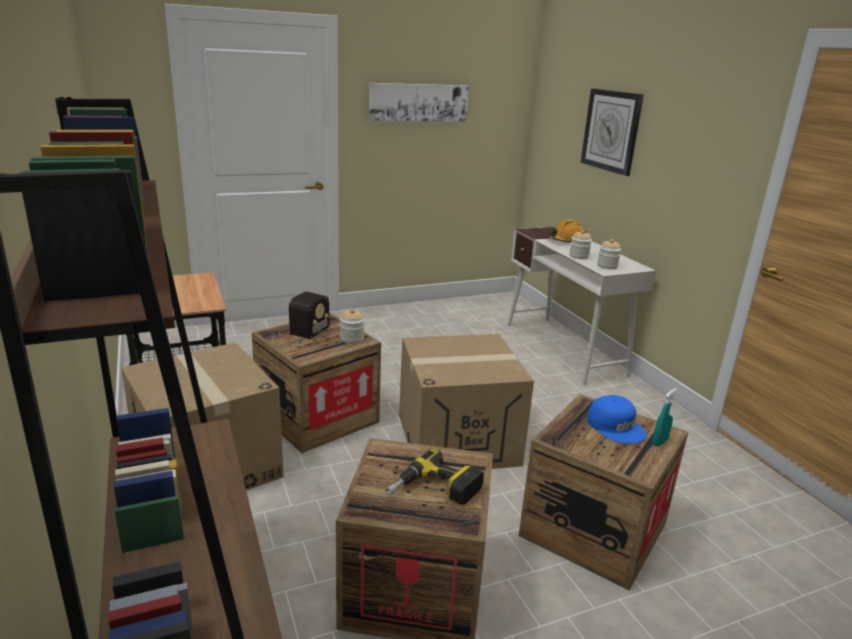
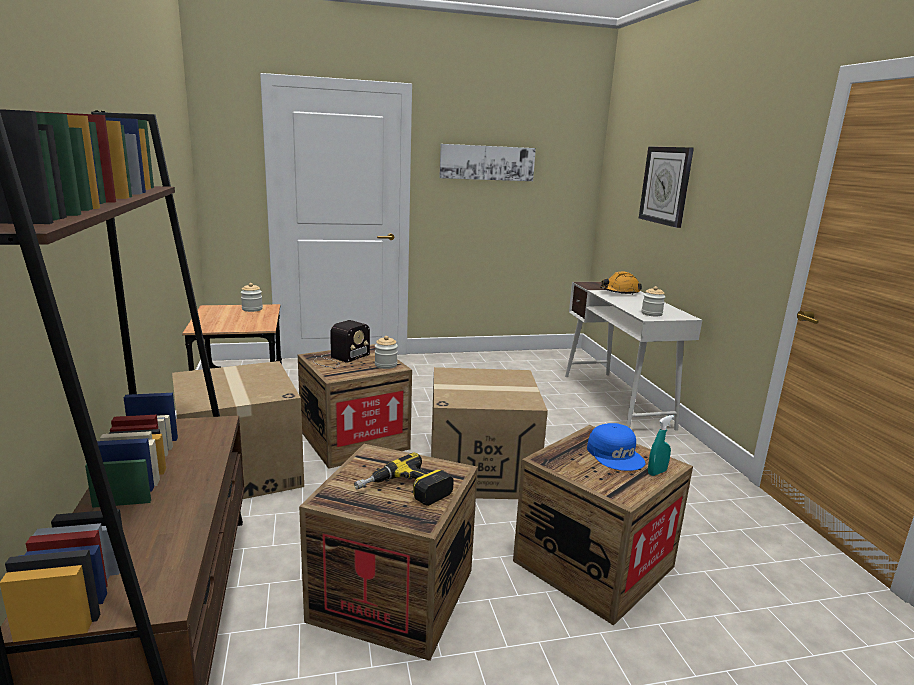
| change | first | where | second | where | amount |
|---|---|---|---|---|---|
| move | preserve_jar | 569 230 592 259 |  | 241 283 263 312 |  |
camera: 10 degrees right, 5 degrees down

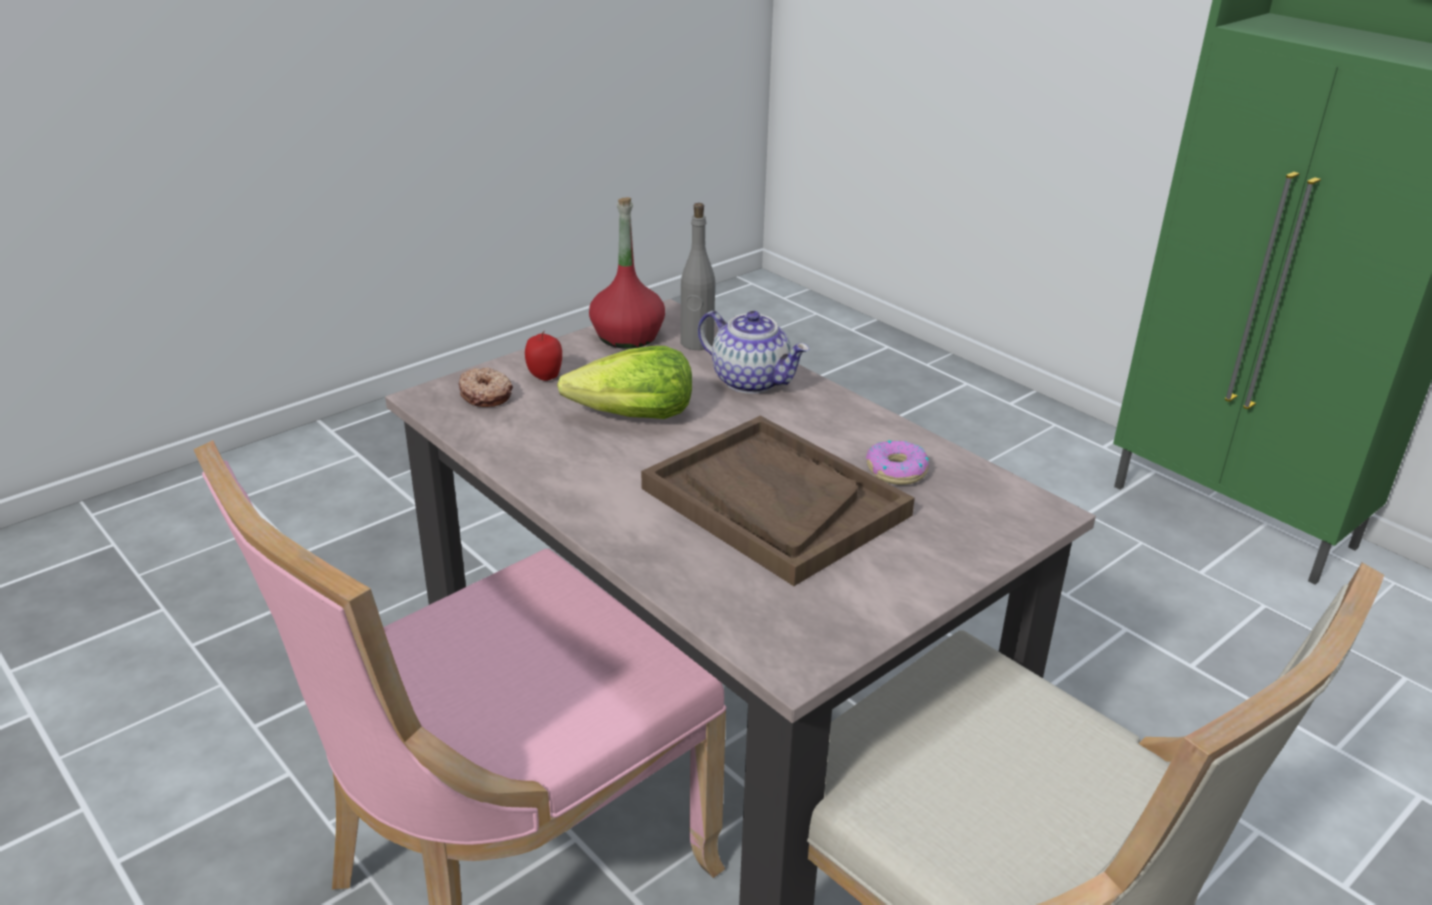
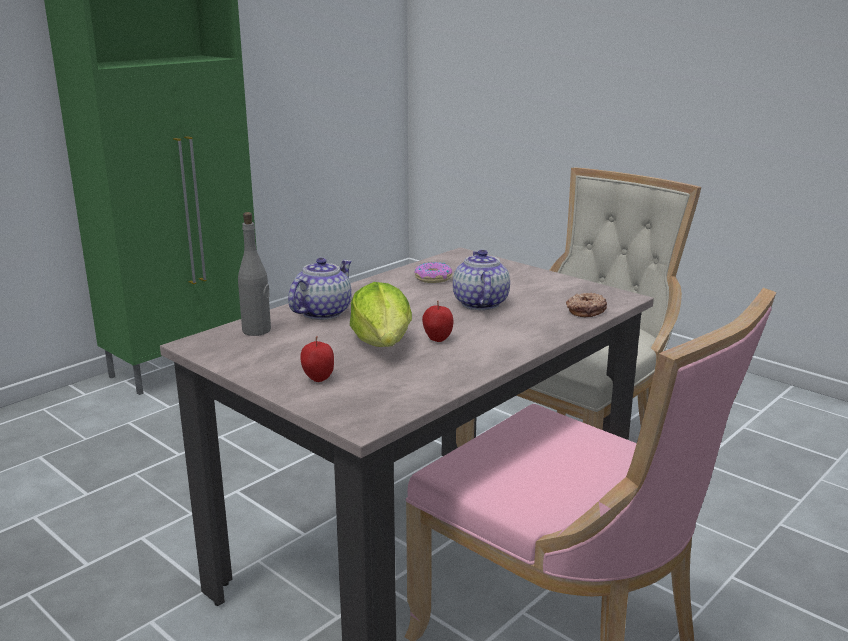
| change | first | where | second | where | amount |
|---|---|---|---|---|---|
| insert |  |  | whole_apple | 422 301 453 342 |  |
| replace | brown-coloured_tray | 641 415 915 586 | tea_pot | 453 250 510 310 |  |
| move | ring_doughnut | 459 367 513 407 |  | 566 293 607 317 |  |
| delete | red-coloured_beverage_bottle | 589 197 665 349 |  |  |  |
camera: 95 degrees left, 10 degrees down

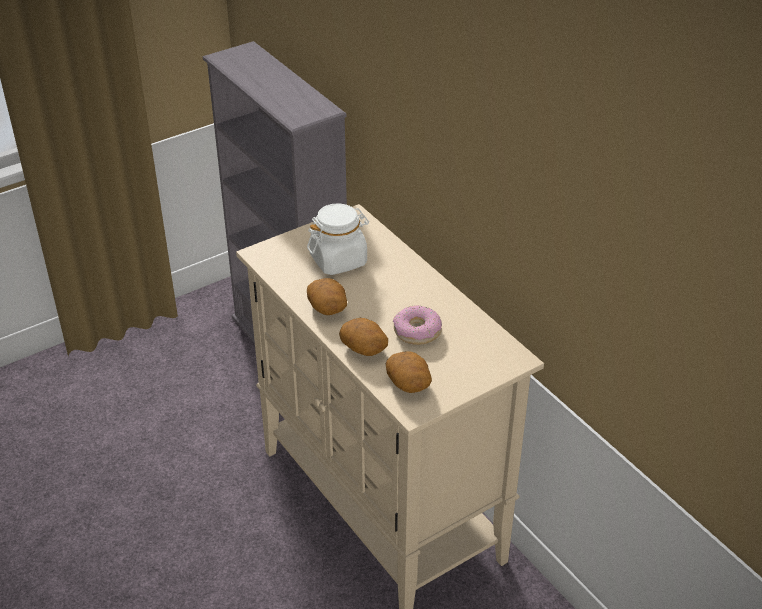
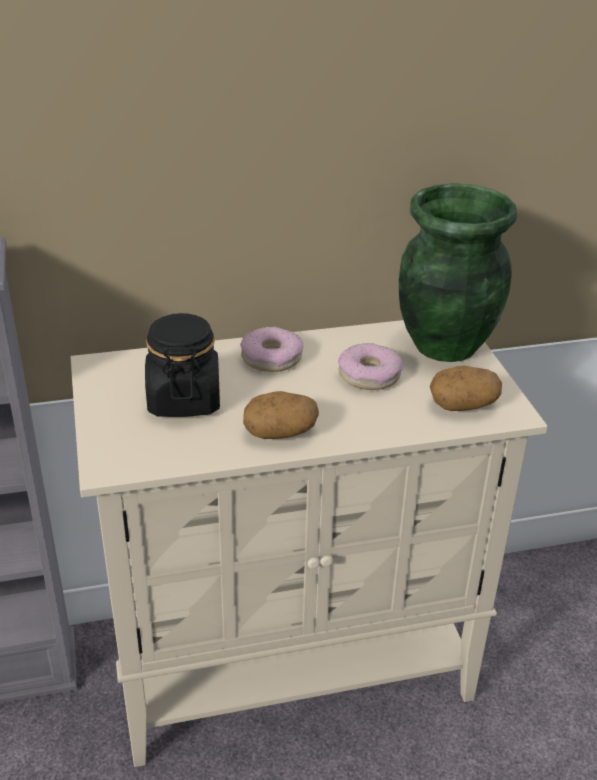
| change | first | where | second | where | amount |
|---|---|---|---|---|---|
| recolor | whitish_preserve_jar | 307 204 369 275 | black_preserve_jar | 145 313 220 417 |  |
| insert |  |  | ring_doughnut | 240 327 303 372 |  |
| insert |  |  | green-coloured_decorative_vase | 399 183 517 362 |  |
| delete | potato | 339 318 388 356 |  |  |  |
camera: 70 degrees left, 5 degrees down

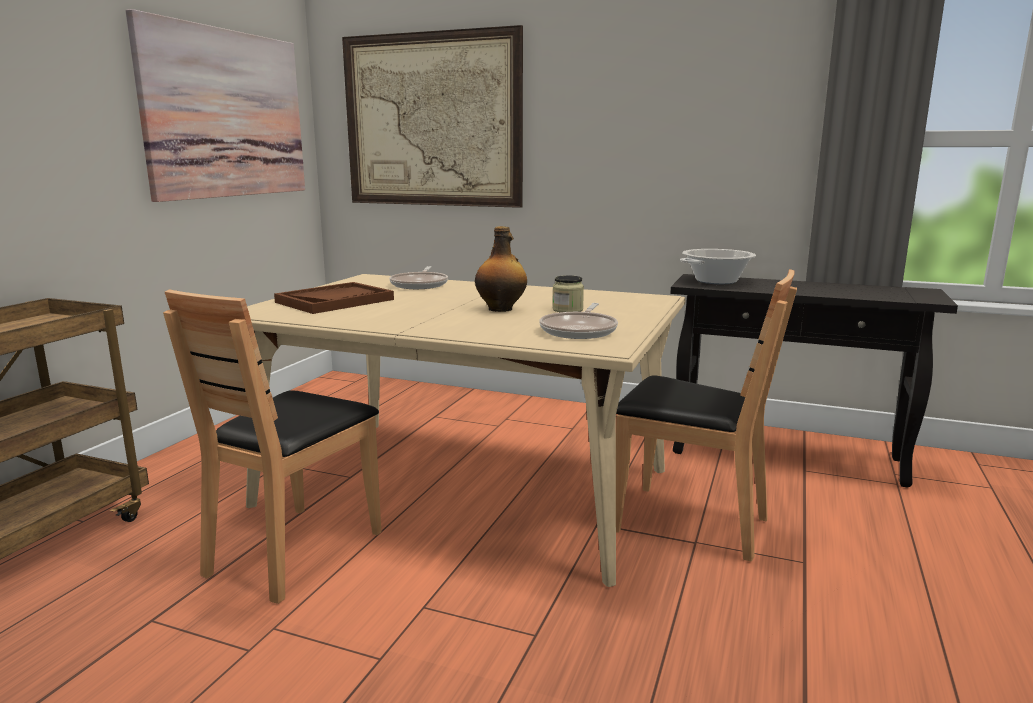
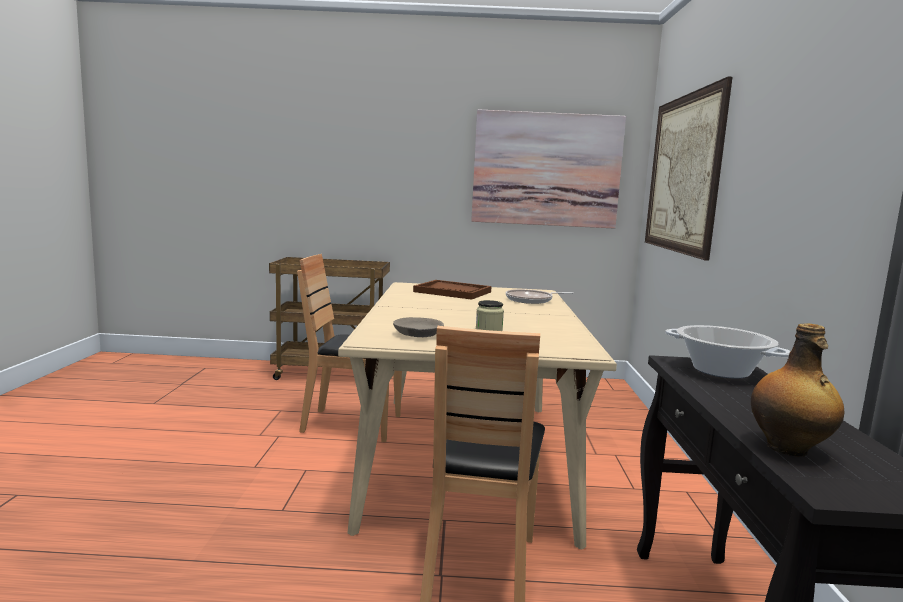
| change | first | where | second | where | amount |
|---|---|---|---|---|---|
| replace | skillet | 539 303 618 339 | greyish_deep_dish | 393 317 444 337 |  |
| move | beverage_bottle | 475 226 527 312 |  | 751 323 844 457 |  |
camera: 70 degrees right, 5 degrees down

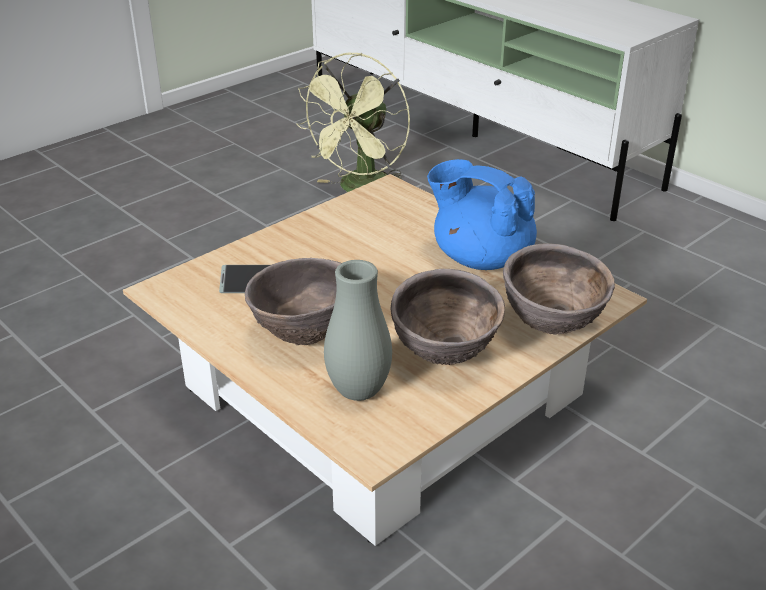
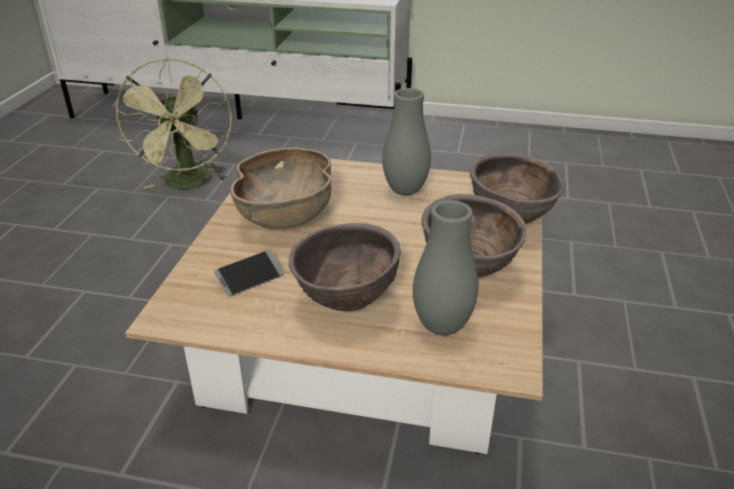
| change | first | where | second | where | amount |
|---|---|---|---|---|---|
| insert |  |  | brown-coloured_deep_dish | 231 148 332 229 |  |
| replace | bluish_tea_pot | 427 159 537 270 | greyish_decorative_vase | 382 88 431 195 |  |
camera: 35 degrees left, 0 degrees up

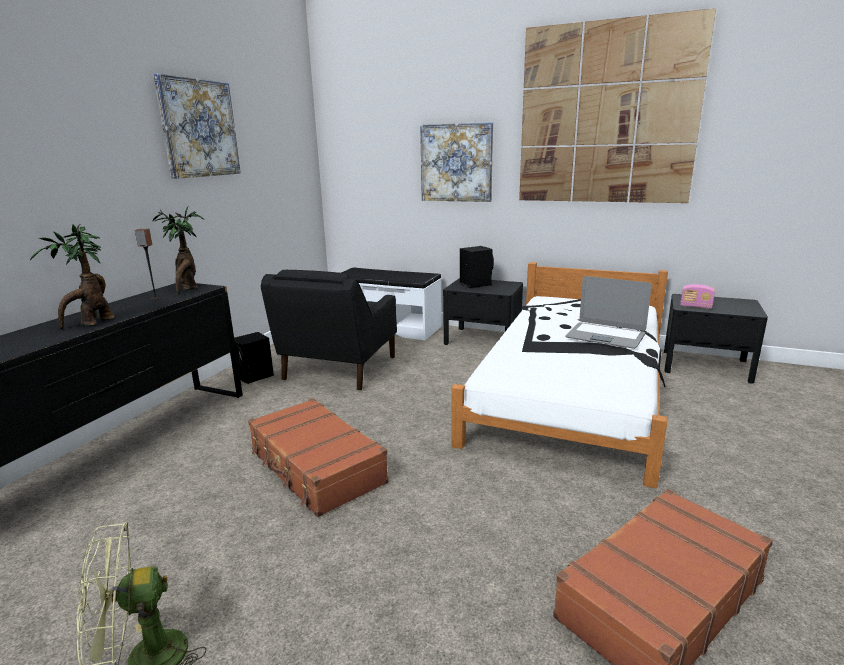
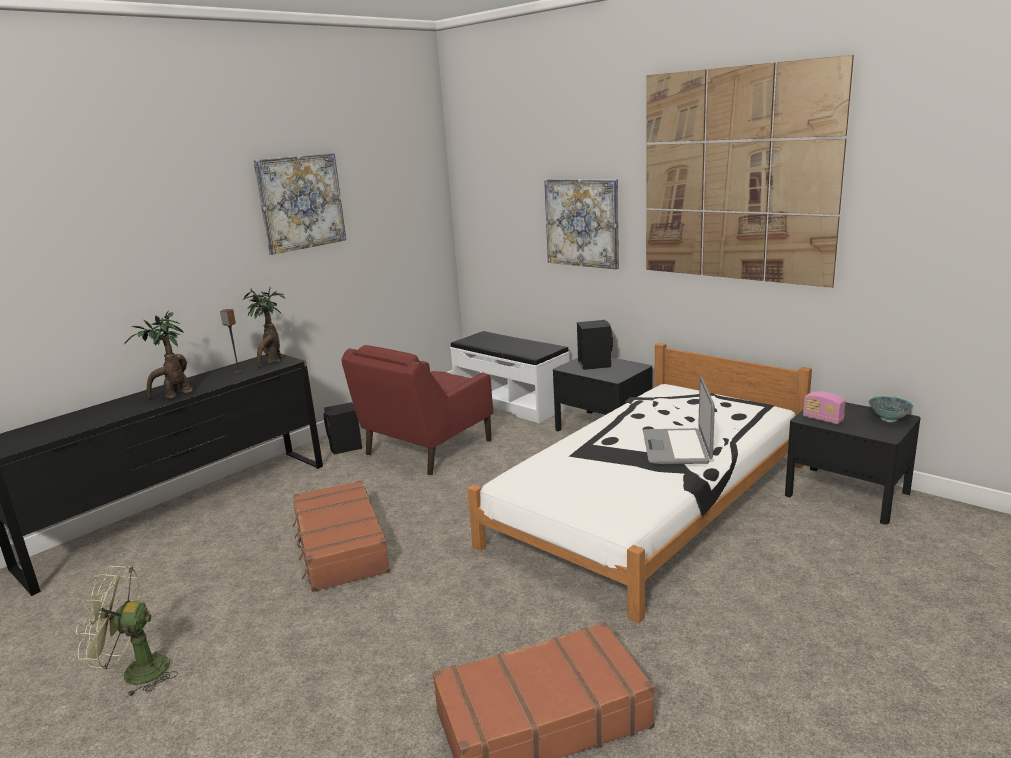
| change | first | where | second | where | amount |
|---|---|---|---|---|---|
| recolor | black_easy_chair | 261 270 397 391 | red-coloured_easy_chair | 341 345 494 475 |  |
| rotate | portable_computer | 565 276 652 349 |  | 643 377 715 464 | 45 degrees clockwise |
| insert |  |  | deep_dish | 868 396 915 422 |  |
camera: 20 degrees right, 0 degrees up

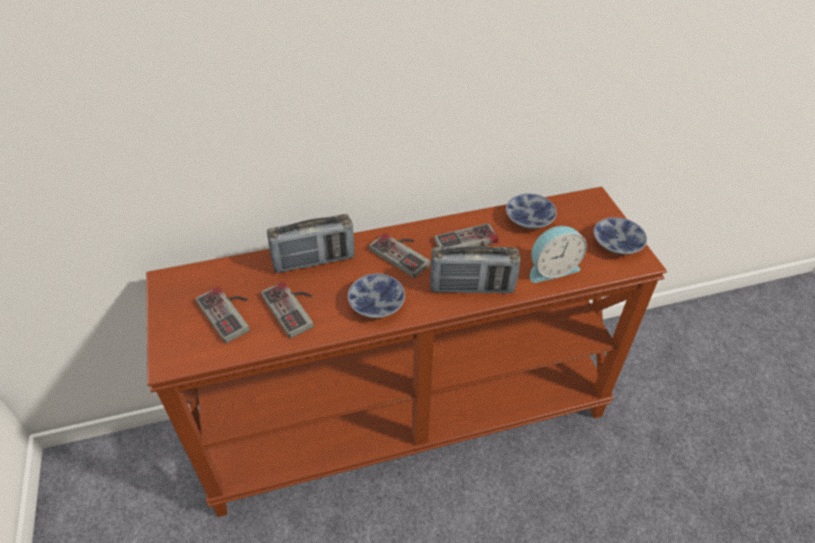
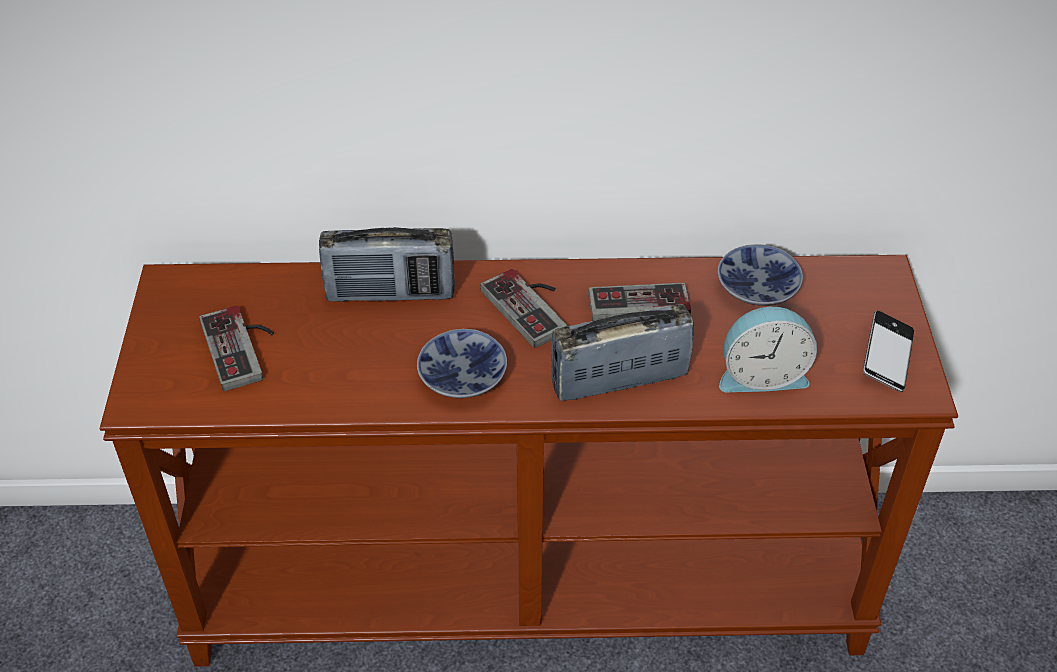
| change | first | where | second | where | amount |
|---|---|---|---|---|---|
| rotate | radio_set | 430 246 521 294 |  | 551 304 693 401 | 150 degrees clockwise |
| replace | deep_dish | 594 217 647 255 | telephone | 863 311 914 392 |  |
| delete | joypad | 261 281 314 338 |  |  |  |
camera: 15 degrees right, 0 degrees up

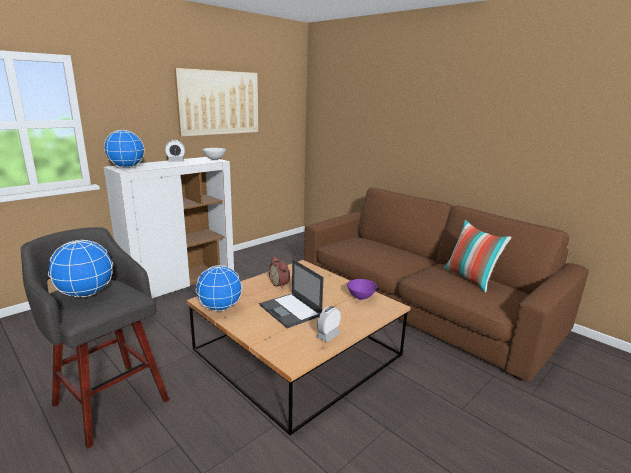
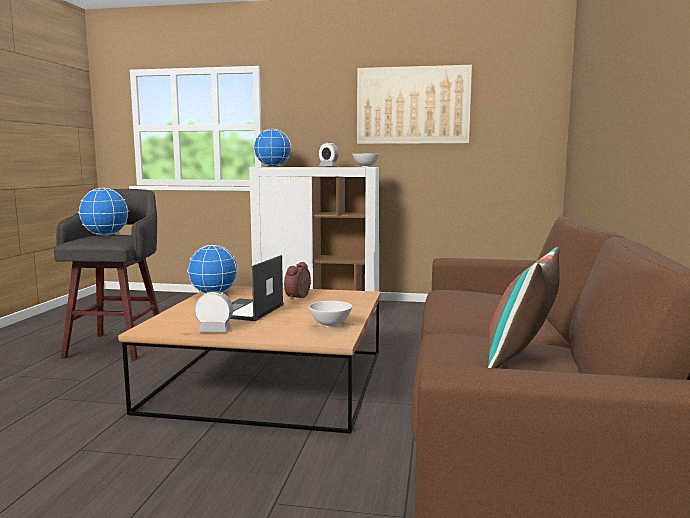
| change | first | where | second | where | amount |
|---|---|---|---|---|---|
| recolor | purple-coloured_deep_dish | 347 279 377 300 | whitish_deep_dish | 309 301 352 328 |  |
camera: 55 degrees right, 10 degrees down

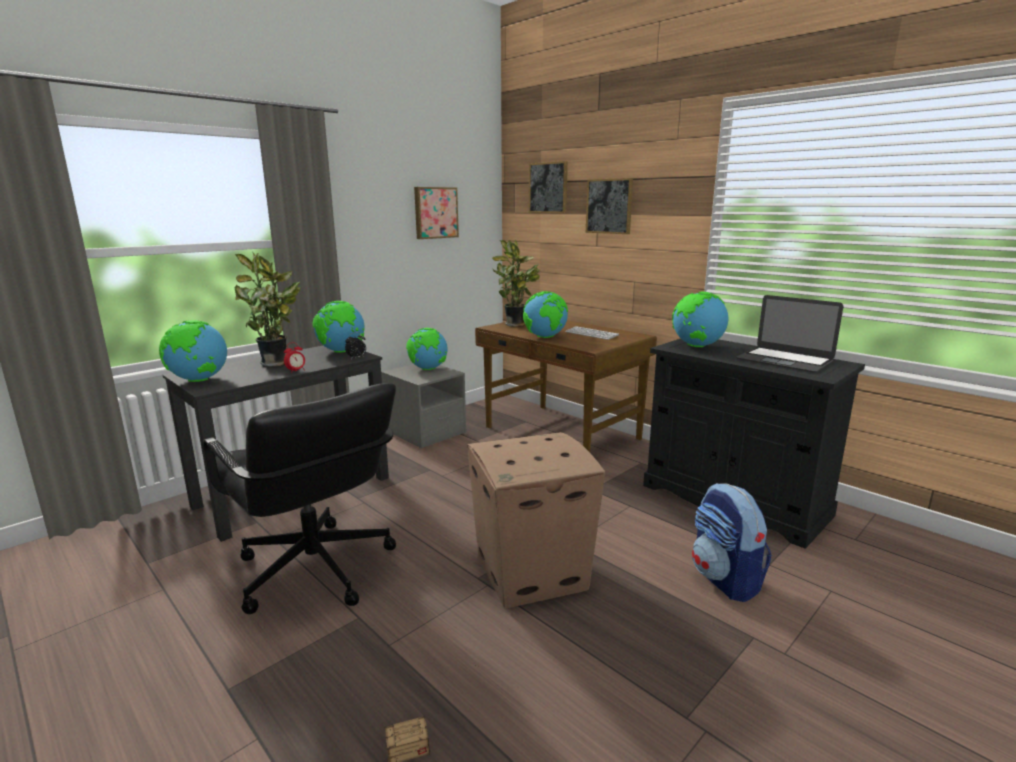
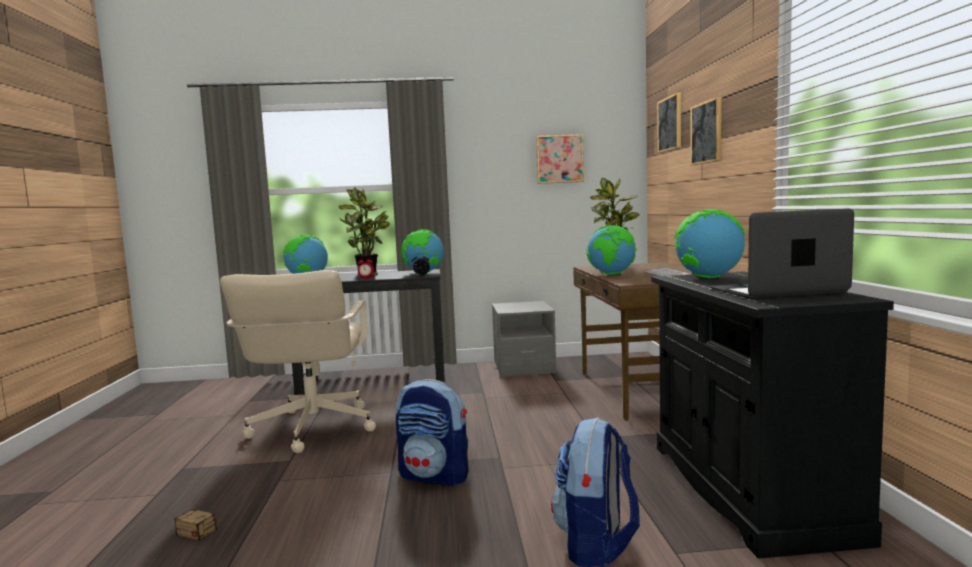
| change | first | where | second | where | amount |
|---|---|---|---|---|---|
| recolor | black_computer_chair | 203 383 396 614 | beige_computer_chair | 220 270 376 453 |  |
| replace | carton | 467 432 605 609 | knapsack | 396 379 469 486 |  |
| rotate | portable_computer | 736 295 843 372 |  | 709 208 854 298 | 90 degrees clockwise |
| delete | desk_globe | 406 328 448 370 |  |  |  |
camera: 40 degrees right, 10 degrees down

